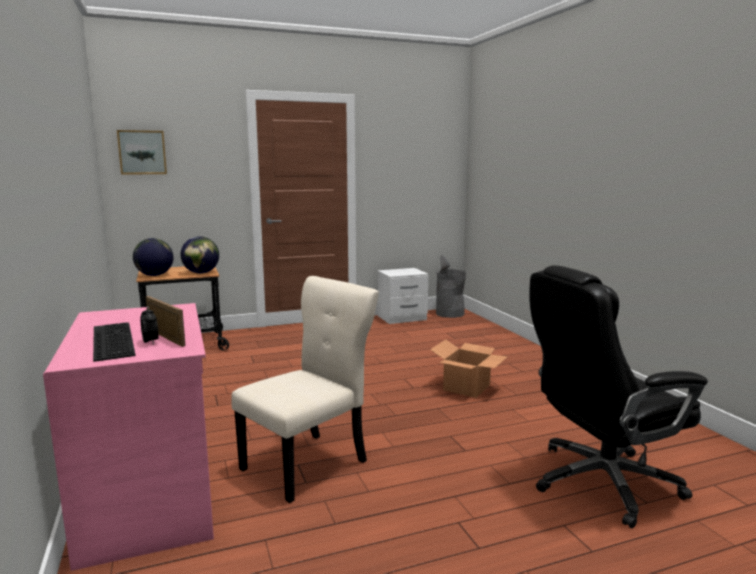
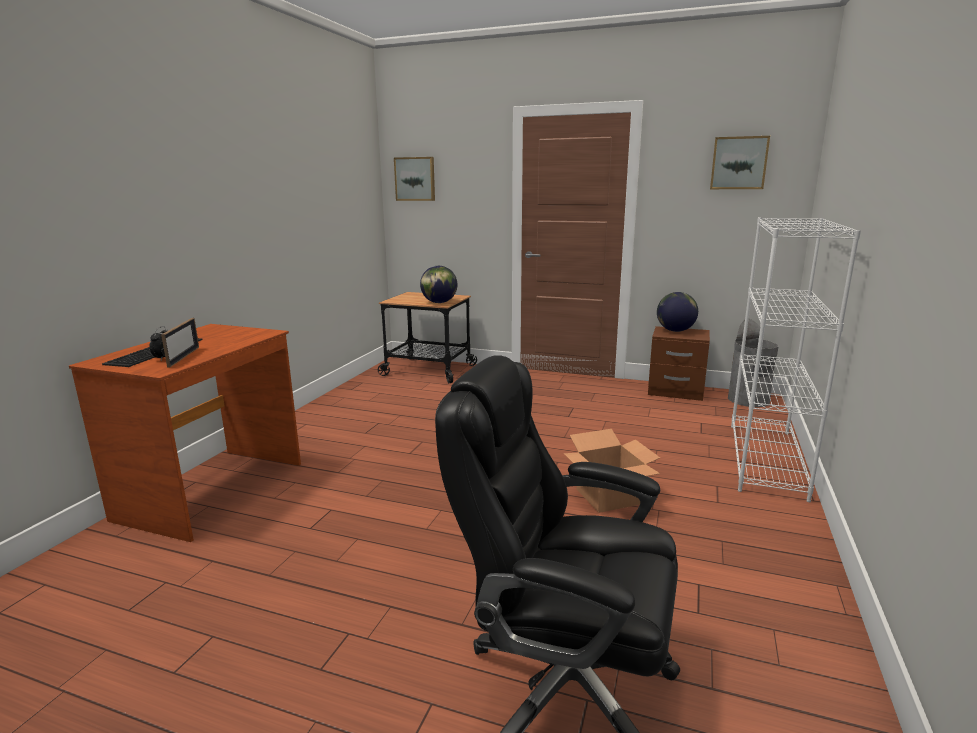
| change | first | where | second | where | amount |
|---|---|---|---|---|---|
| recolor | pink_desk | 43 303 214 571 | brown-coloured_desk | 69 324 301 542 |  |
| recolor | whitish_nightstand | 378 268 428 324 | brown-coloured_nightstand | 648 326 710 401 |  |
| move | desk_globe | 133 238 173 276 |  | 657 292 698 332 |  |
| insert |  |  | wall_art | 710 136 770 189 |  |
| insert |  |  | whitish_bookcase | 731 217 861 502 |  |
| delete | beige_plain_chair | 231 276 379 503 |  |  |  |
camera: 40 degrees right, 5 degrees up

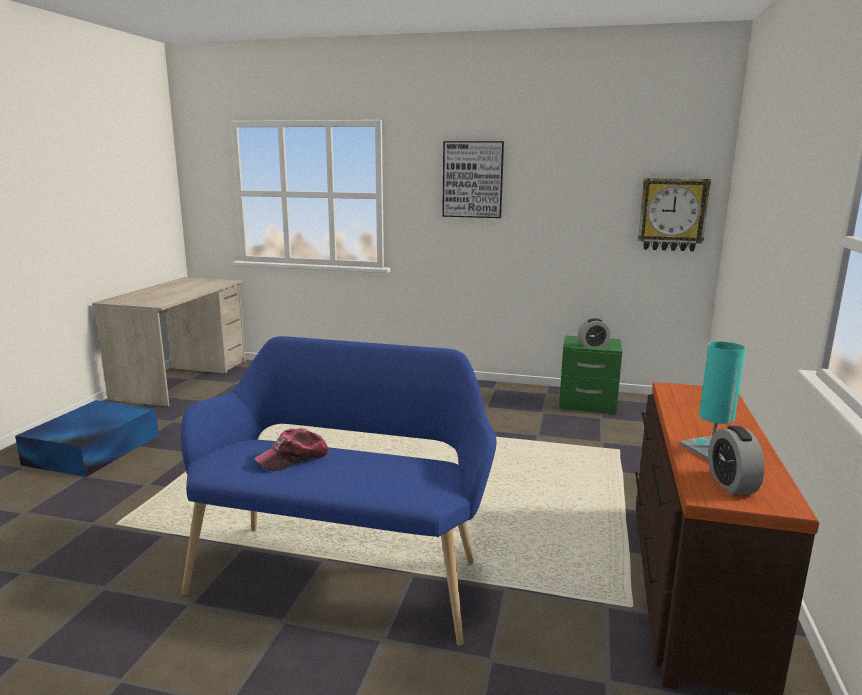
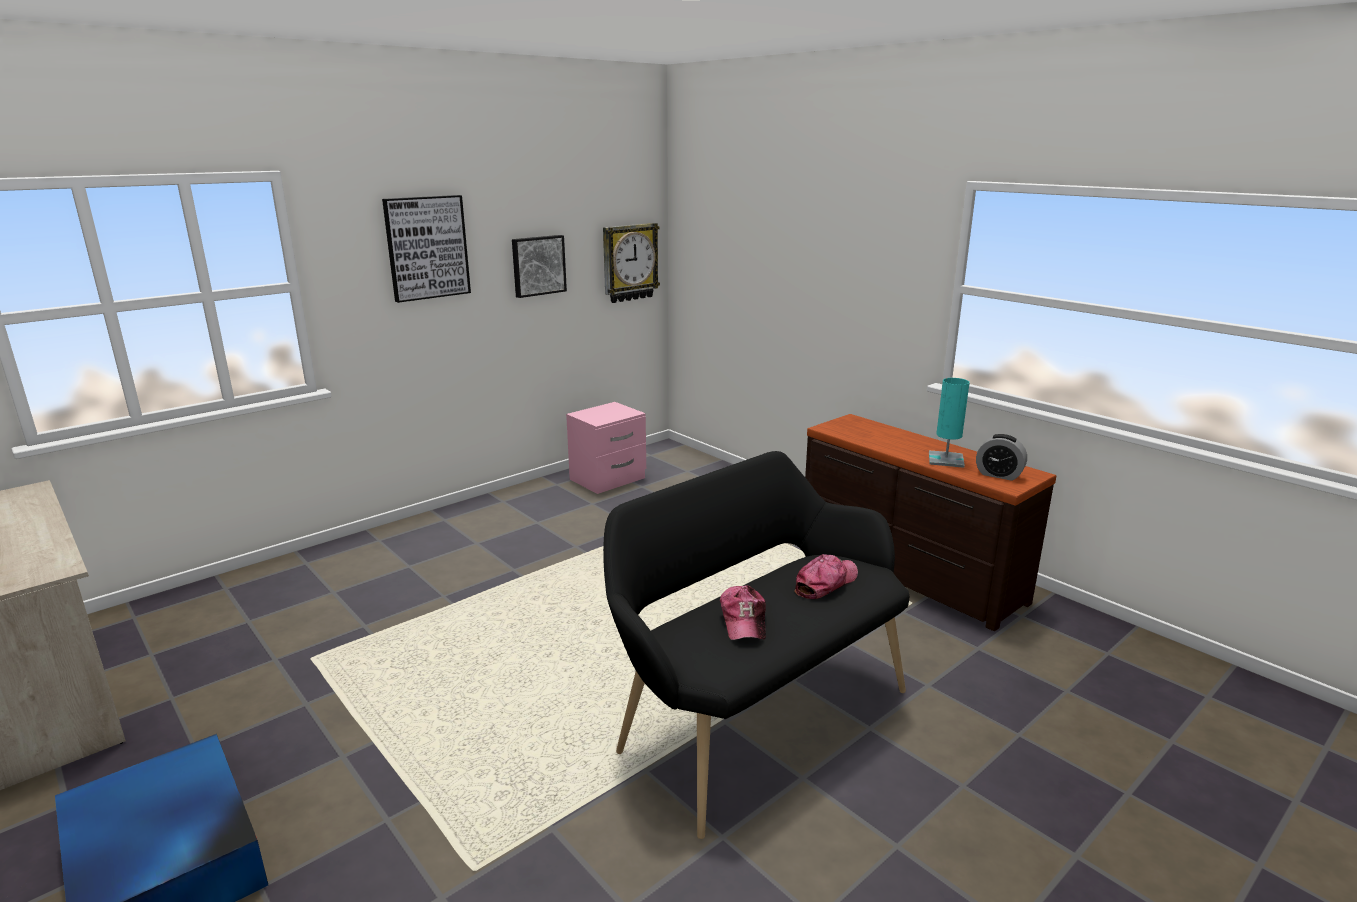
| change | first | where | second | where | amount |
|---|---|---|---|---|---|
| insert |  |  | wall_art | 512 235 567 298 |  |
| recolor | green-coloured_nightstand | 559 335 622 414 | pink_nightstand | 566 402 646 494 |  |
| recolor | bluish_bench | 181 336 497 646 | black_bench | 603 451 909 839 |  |
| insert |  |  | peaked_cap | 794 554 858 599 |  |
| delete | table_clock | 578 318 610 348 |  |  |  |
camera: 55 degrees left, 5 degrees up

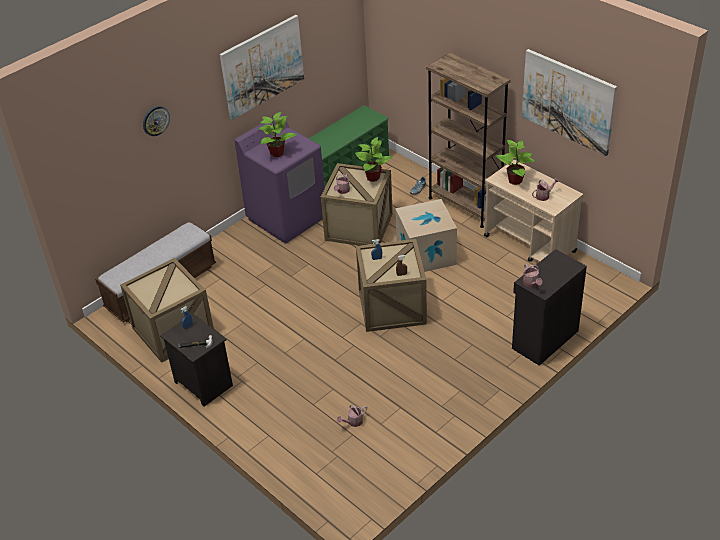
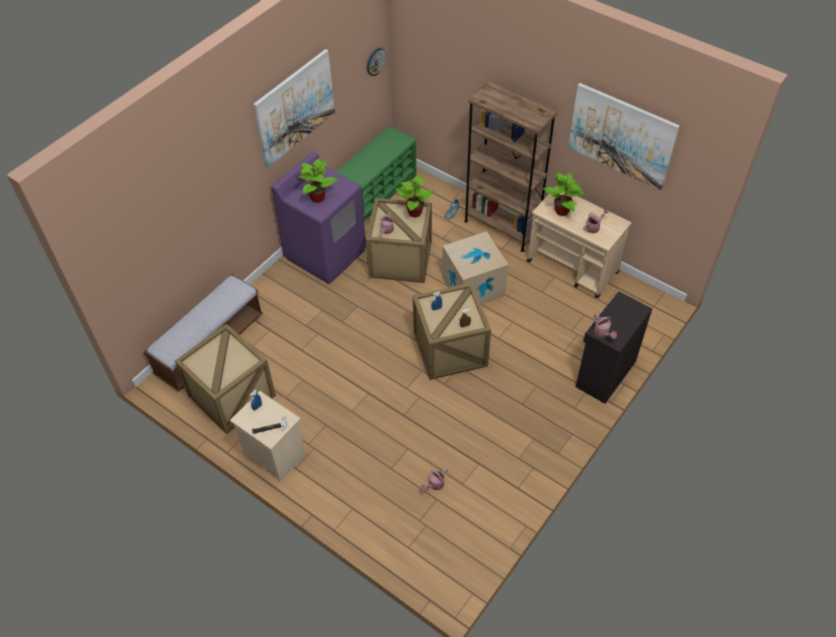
| change | first | where | second | where | amount |
|---|---|---|---|---|---|
| recolor | black_nightstand | 160 314 233 407 | beige_nightstand | 230 391 306 482 |  |
| move | hanging_clock | 143 106 170 136 |  | 367 48 386 76 |  |
camera: 10 degrees left, 10 degrees up

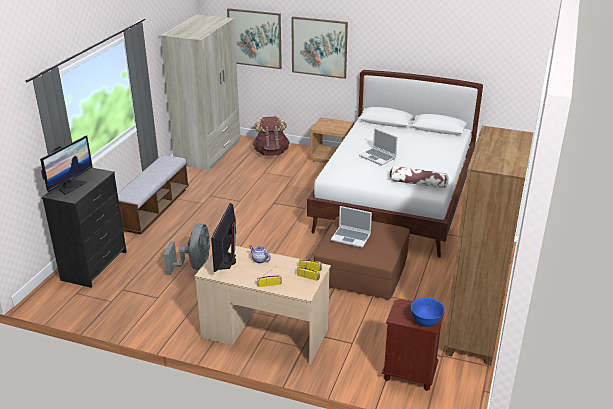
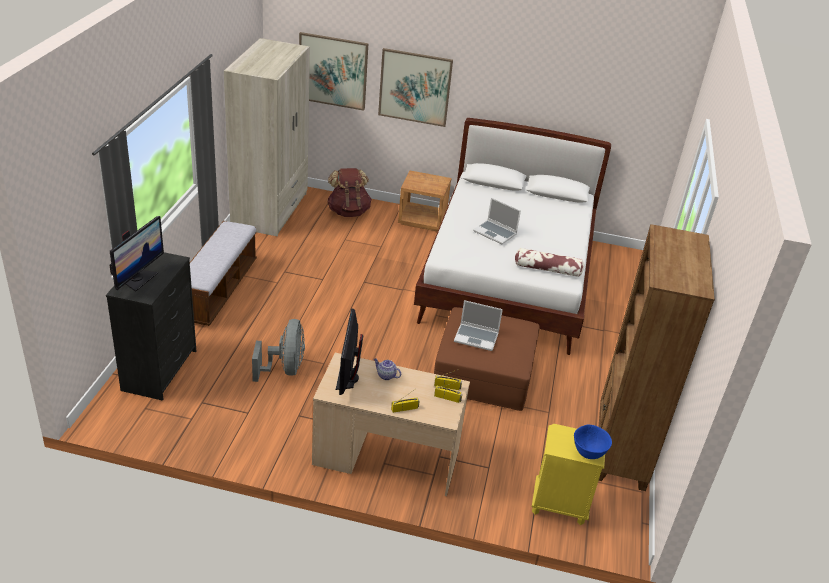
| change | first | where | second | where | amount |
|---|---|---|---|---|---|
| recolor | brown-coloured_nightstand | 382 299 445 391 | yellowish_nightstand | 532 424 605 525 |  |
camera: 10 degrees left, 5 degrees up

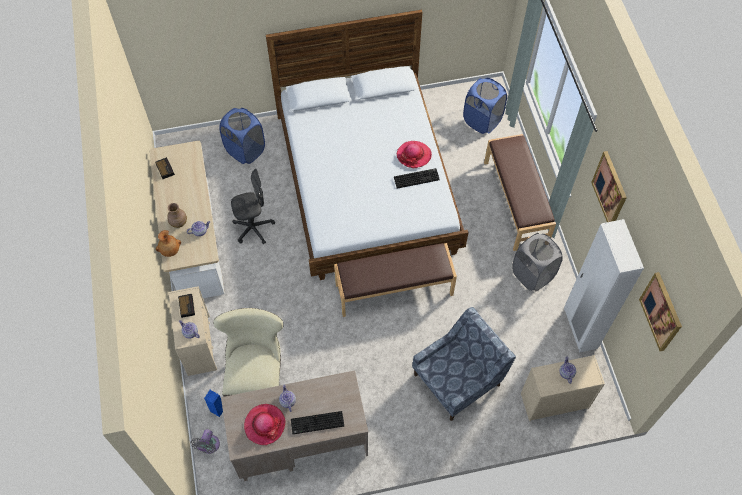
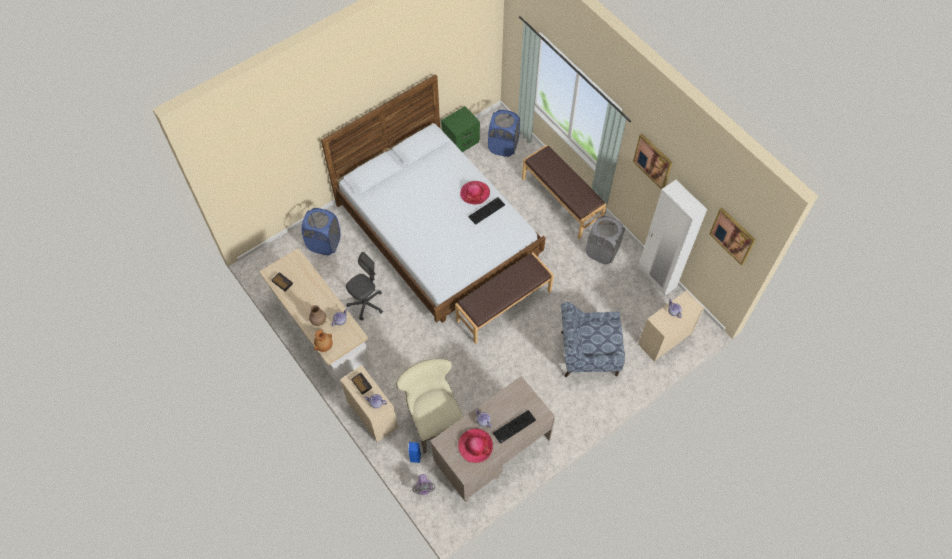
| change | first | where | second | where | amount |
|---|---|---|---|---|---|
| insert |  |  | green-coloured_nightstand | 441 106 480 152 |  |
| rotate | bluish_easy_chair | 412 307 516 421 |  | 561 302 625 377 | 120 degrees counterclockwise |
camera: 25 degrees left, 0 degrees up

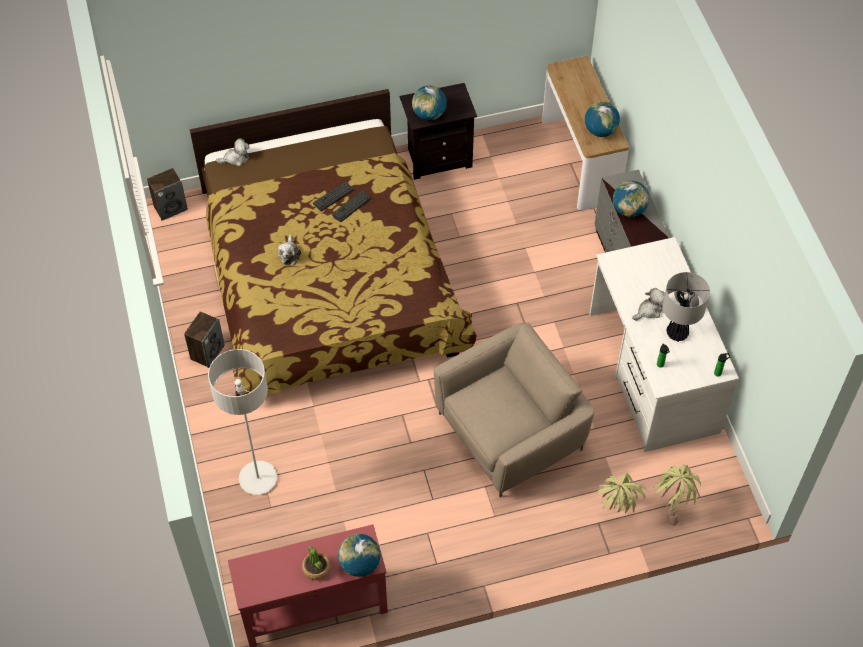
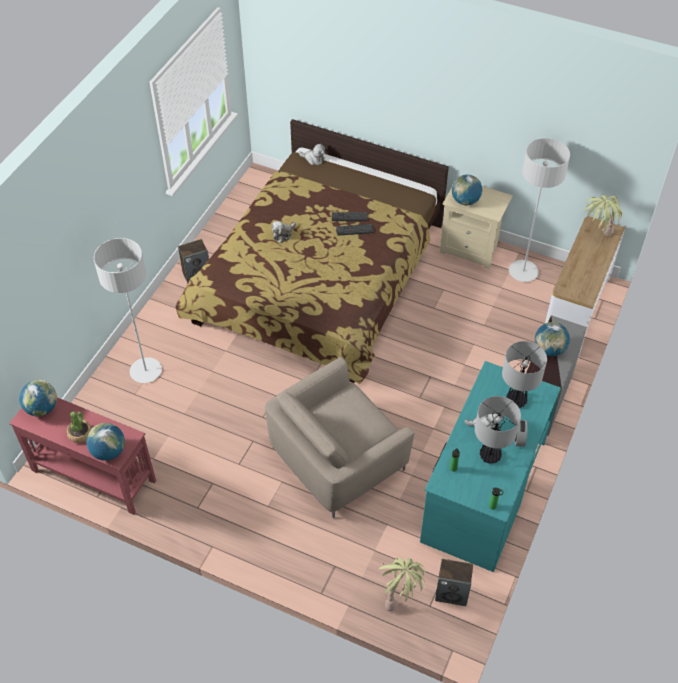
| change | first | where | second | where | amount |
|---|---|---|---|---|---|
| move | desk_globe | 585 101 620 137 |  | 19 380 57 417 |  |
| rotate | beige_easy_chair | 434 323 594 497 |  | 265 357 414 518 | 135 degrees clockwise |
| recolor | whitish_desk | 589 237 739 452 | turquoise_desk | 420 361 561 572 |  |
| move | audio_speaker | 147 168 188 220 |  | 435 559 473 606 |  |
| recolor | black_nightstand | 400 83 477 180 | beige_nightstand | 440 186 513 269 |  |
| insert |  |  | table_lamp | 502 341 547 408 |  |
| insert |  |  | greyish_floor_lamp | 509 138 570 282 |  |
| move | potted_plant | 596 473 647 514 |  | 584 195 624 236 |  |
camera: 40 degrees right, 5 degrees down

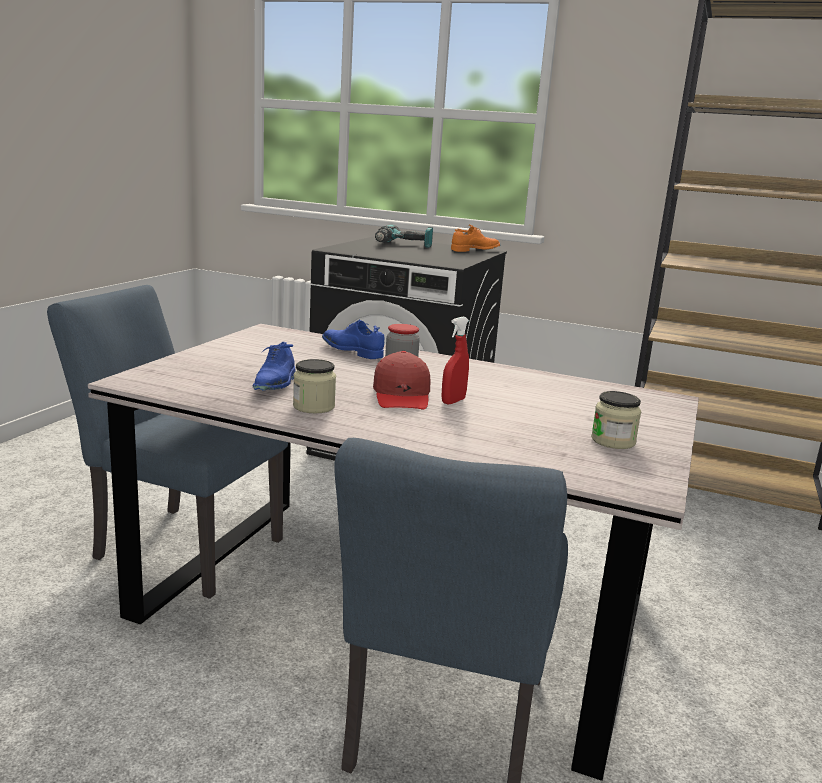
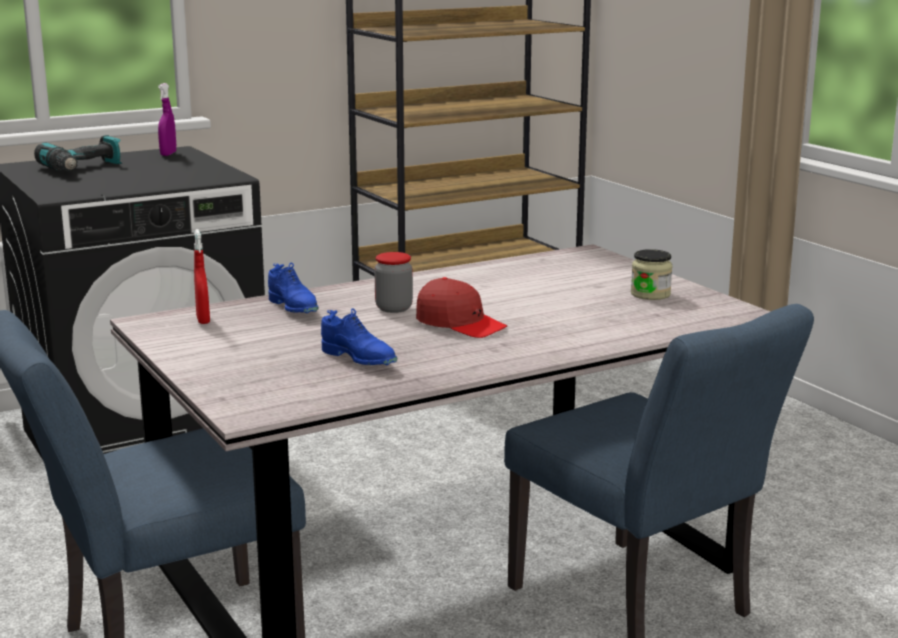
| change | first | where | second | where | amount |
|---|---|---|---|---|---|
| replace | orange-coloured_item_of_footwear | 451 225 501 252 | purple-coloured_sprayer | 158 83 176 156 |  |
| move | red-coloured_sprayer | 442 317 469 405 |  | 194 229 210 324 |  |
| rotate | bluish_item_of_footwear | 322 320 384 359 |  | 268 263 319 313 | 105 degrees counterclockwise |
| delete | preserve_jar | 293 359 336 413 |  |  |  |
camera: 50 degrees left, 0 degrees up

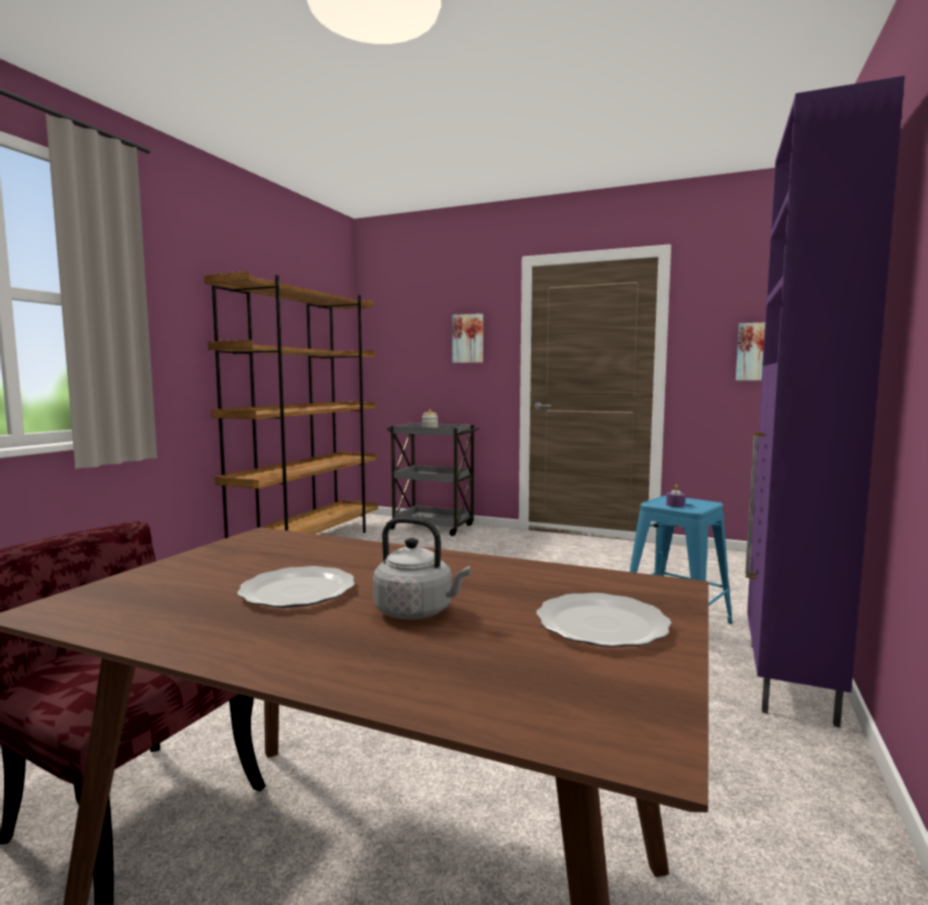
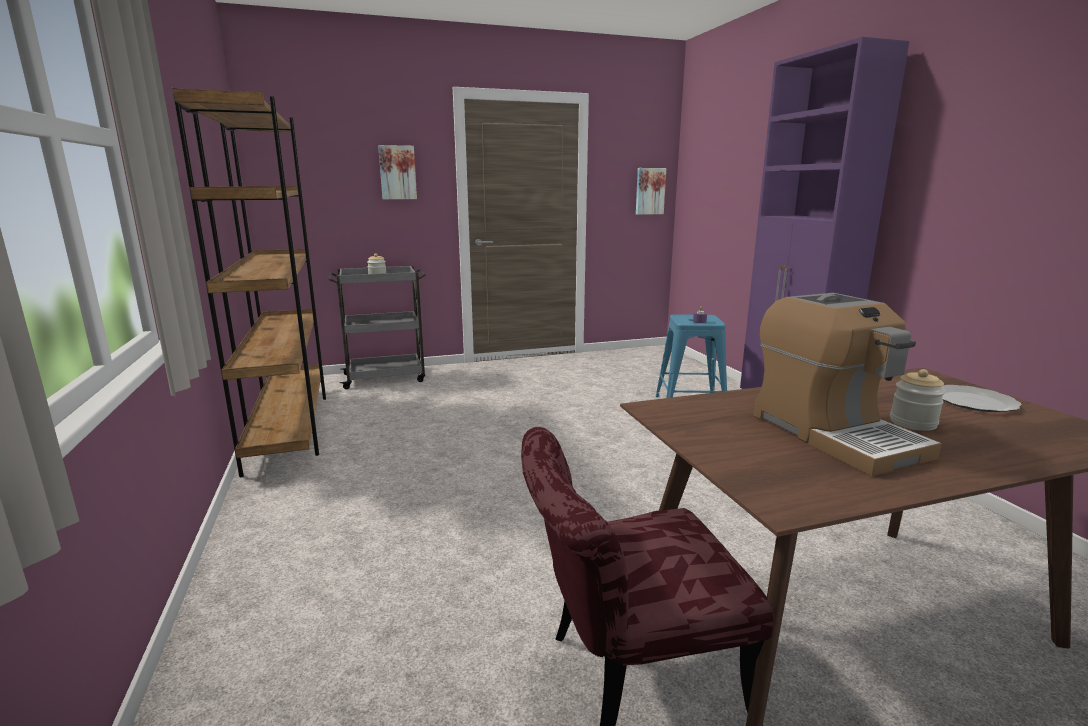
| change | first | where | second | where | amount |
|---|---|---|---|---|---|
| replace | plate | 237 566 355 608 | coffee_machine | 753 293 942 476 |  |
| replace | greyish_water_kettle | 373 517 471 620 | preserve_jar | 890 369 946 431 |  |
camera: 40 degrees left, 10 degrees up

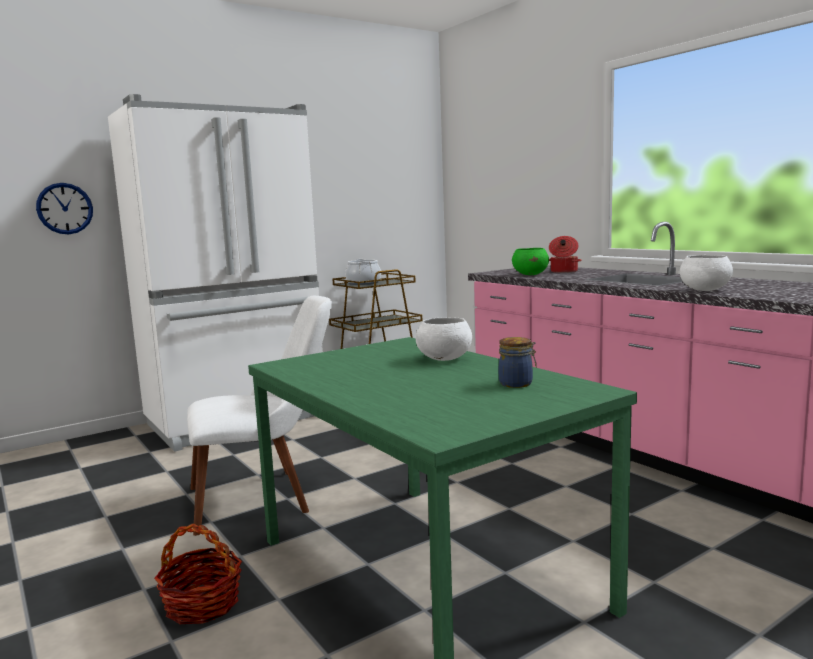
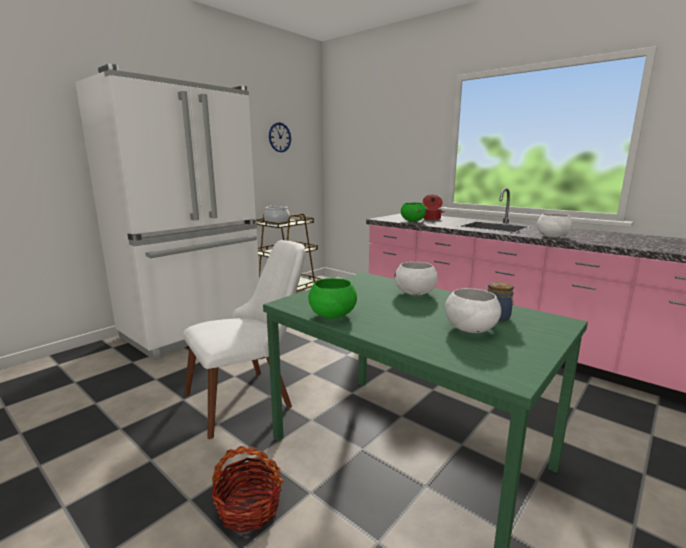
| change | first | where | second | where | amount |
|---|---|---|---|---|---|
| move | hanging_clock | 36 183 93 234 |  | 269 122 291 152 |  |
| insert |  |  | green-coloured_deep_dish | 308 278 357 319 |  |
| insert |  |  | whitish_deep_dish | 445 288 501 333 |  |
camera: 15 degrees left, 5 degrees up

